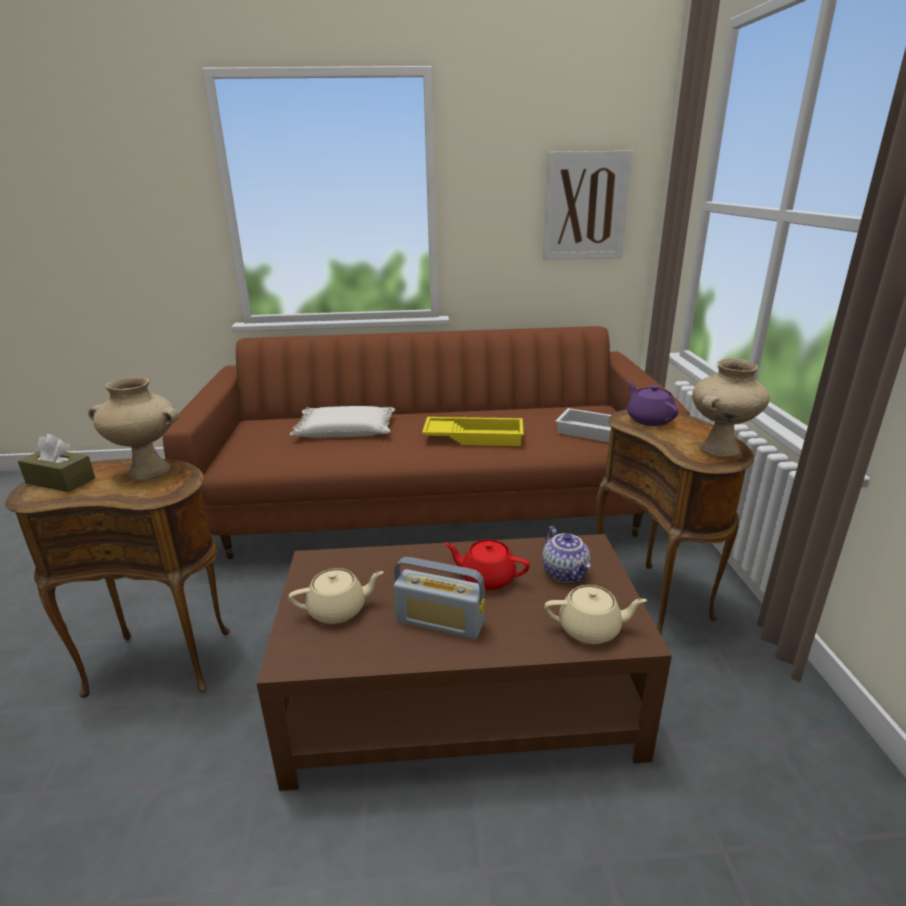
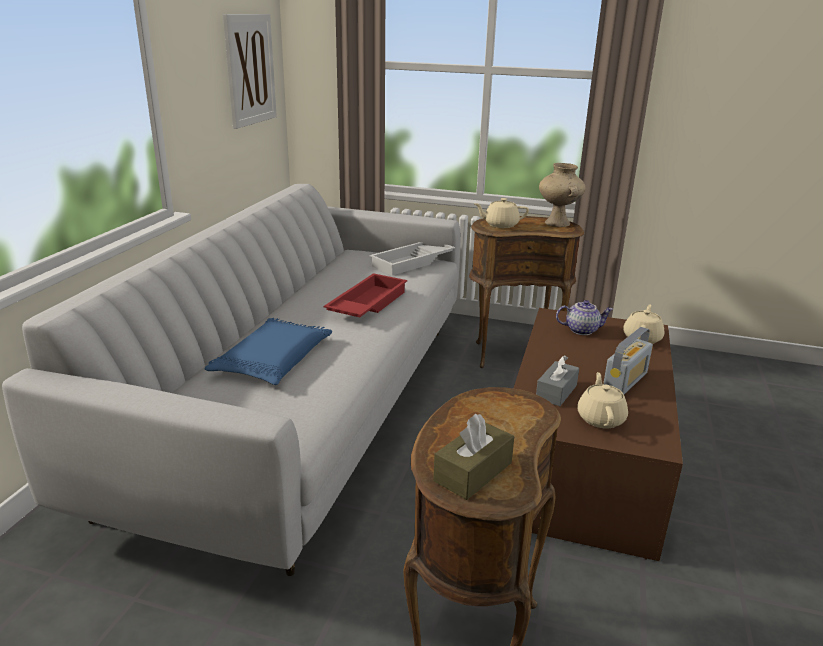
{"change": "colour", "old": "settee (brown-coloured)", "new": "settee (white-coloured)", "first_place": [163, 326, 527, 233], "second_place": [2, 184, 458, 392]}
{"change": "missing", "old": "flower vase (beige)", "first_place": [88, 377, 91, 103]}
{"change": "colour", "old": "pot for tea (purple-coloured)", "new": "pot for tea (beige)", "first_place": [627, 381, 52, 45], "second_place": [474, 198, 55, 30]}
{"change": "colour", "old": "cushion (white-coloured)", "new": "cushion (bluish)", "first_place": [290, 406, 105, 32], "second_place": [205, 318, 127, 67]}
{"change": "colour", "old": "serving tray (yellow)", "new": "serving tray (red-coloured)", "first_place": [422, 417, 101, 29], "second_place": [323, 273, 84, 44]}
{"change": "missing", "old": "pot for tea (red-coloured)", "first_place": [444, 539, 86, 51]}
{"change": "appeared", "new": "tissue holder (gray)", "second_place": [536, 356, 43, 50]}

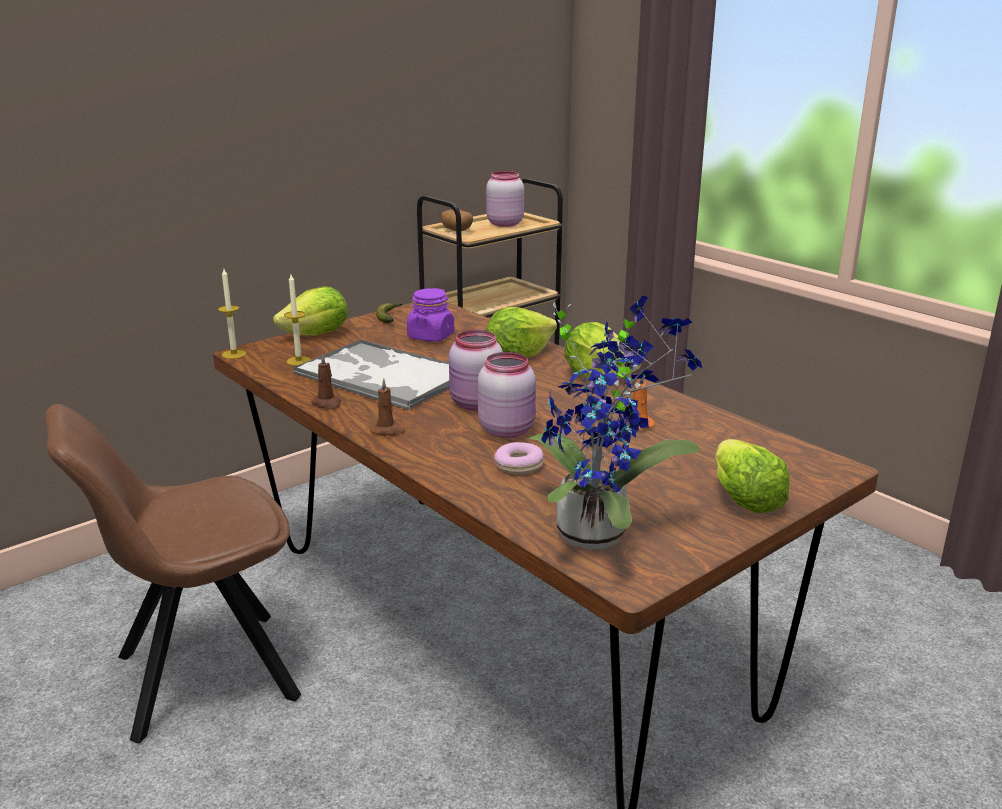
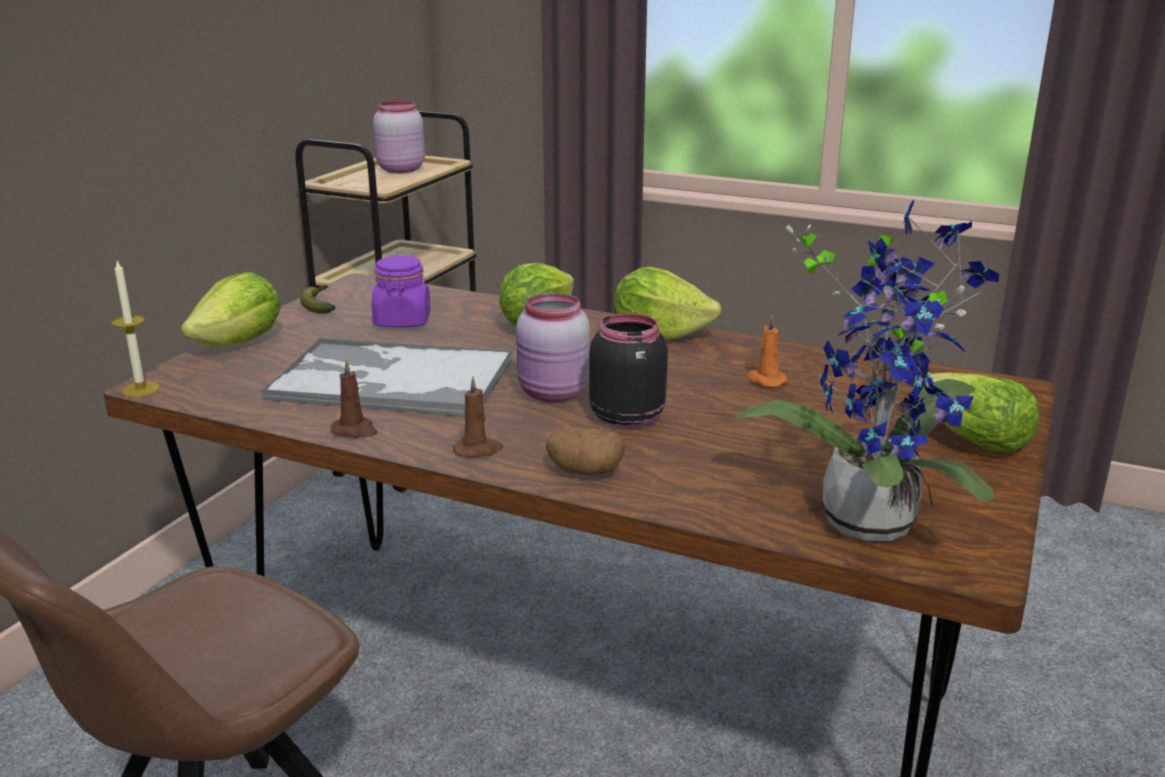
{"change": "relocated", "old": "potato", "first_place": [441, 210, 32, 21], "second_place": [546, 428, 79, 47]}
{"change": "missing", "old": "candle", "first_place": [284, 275, 27, 91]}
{"change": "colour", "old": "preserve jar (pink)", "new": "preserve jar (black-coloured)", "first_place": [478, 352, 58, 86], "second_place": [589, 313, 79, 116]}
{"change": "missing", "old": "ring doughnut", "first_place": [494, 442, 49, 32]}

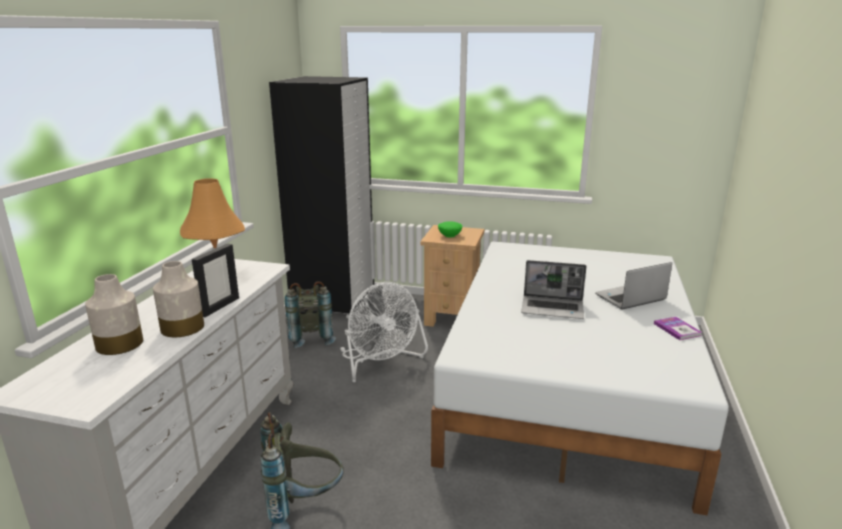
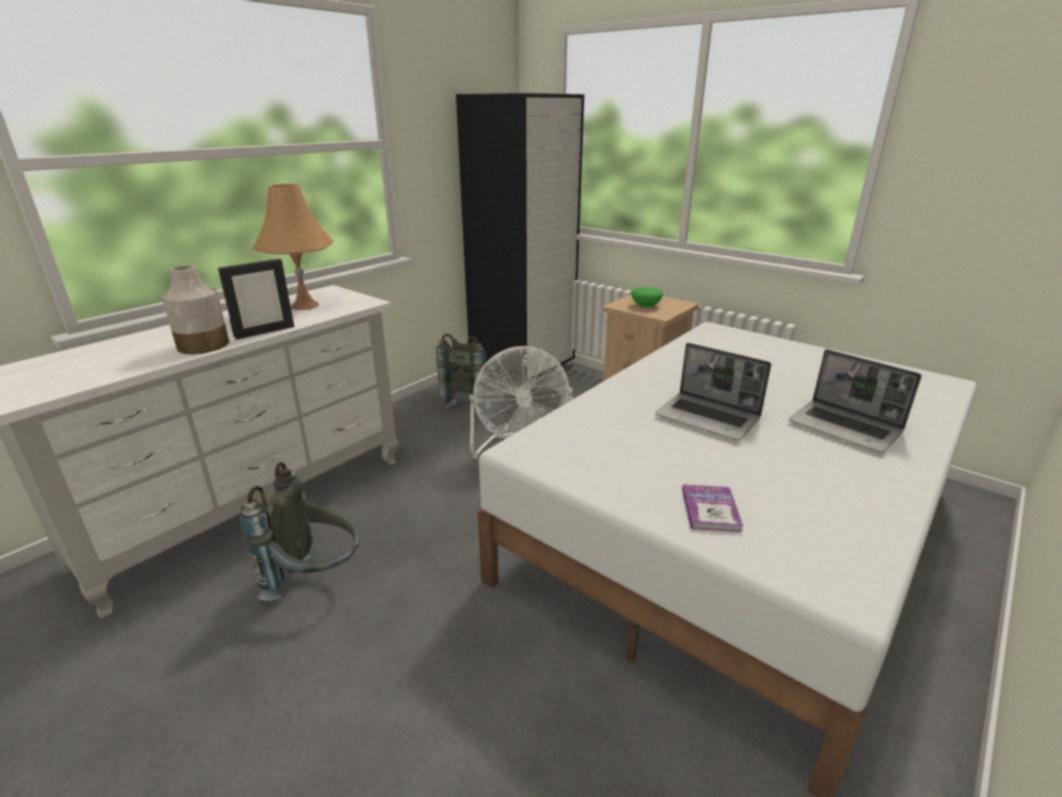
{"change": "spun", "old": "notebook computer", "first_place": [595, 262, 77, 47], "second_place": [788, 349, 134, 104], "degrees": -135}
{"change": "missing", "old": "flower vase (beige)", "first_place": [85, 274, 58, 81]}
{"change": "relocated", "old": "book", "first_place": [654, 317, 48, 23], "second_place": [682, 484, 62, 48]}

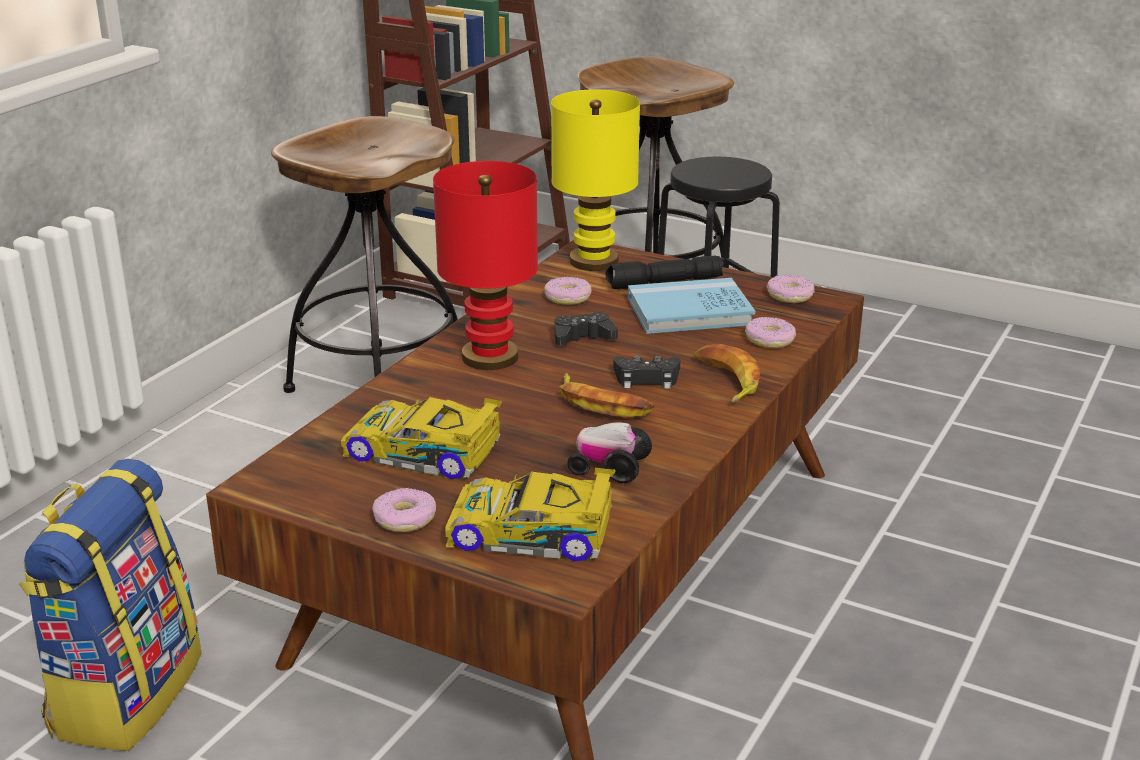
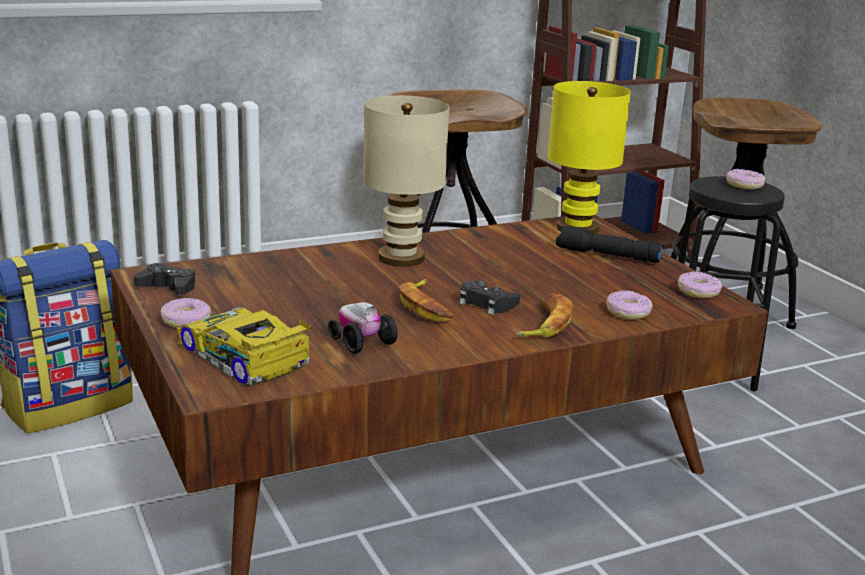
{"change": "colour", "old": "tabletop lamp (red-coloured)", "new": "tabletop lamp (beige)", "first_place": [433, 161, 105, 209], "second_place": [363, 96, 86, 171]}
{"change": "relocated", "old": "ring doughnut", "first_place": [544, 277, 47, 28], "second_place": [726, 169, 40, 20]}
{"change": "missing", "old": "book (bluish)", "first_place": [628, 278, 127, 56]}
{"change": "relocated", "old": "game controller (black-coloured)", "first_place": [554, 312, 64, 33], "second_place": [134, 263, 62, 32]}
{"change": "missing", "old": "miniature car", "first_place": [341, 397, 161, 84]}

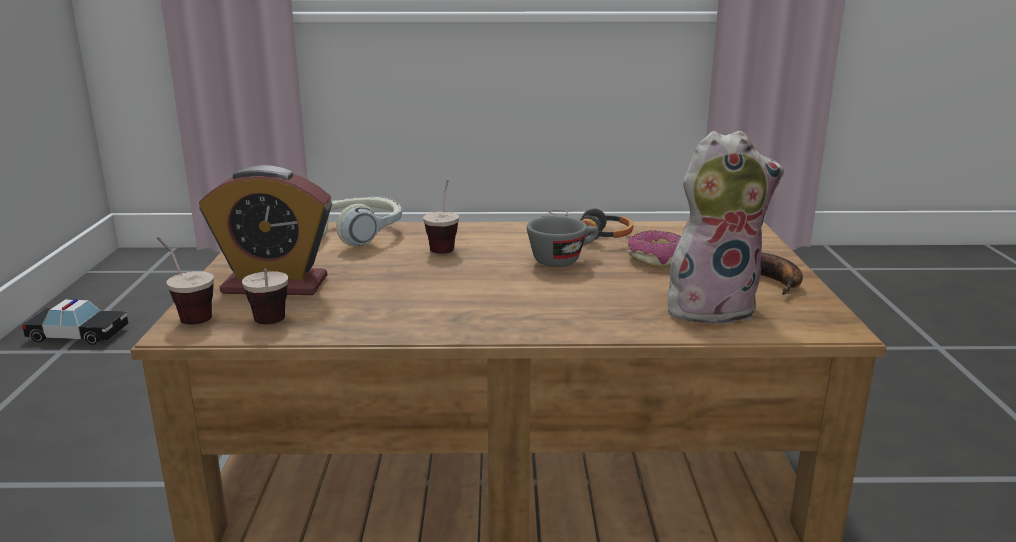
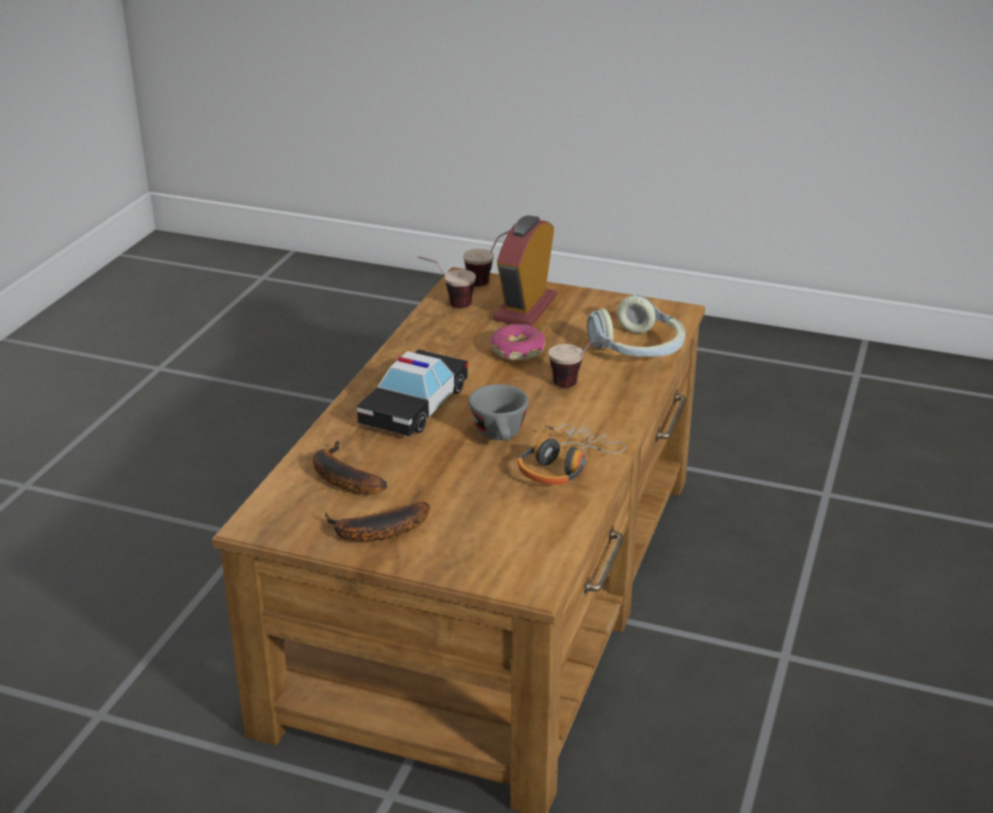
{"change": "exchanged", "old": "soft toy", "new": "banana fruit", "first_place": [667, 131, 117, 195], "second_place": [313, 441, 74, 53]}
{"change": "relocated", "old": "ring doughnut", "first_place": [627, 230, 54, 37], "second_place": [490, 324, 55, 37]}
{"change": "relocated", "old": "miniature car", "first_place": [22, 299, 107, 46], "second_place": [357, 349, 111, 88]}

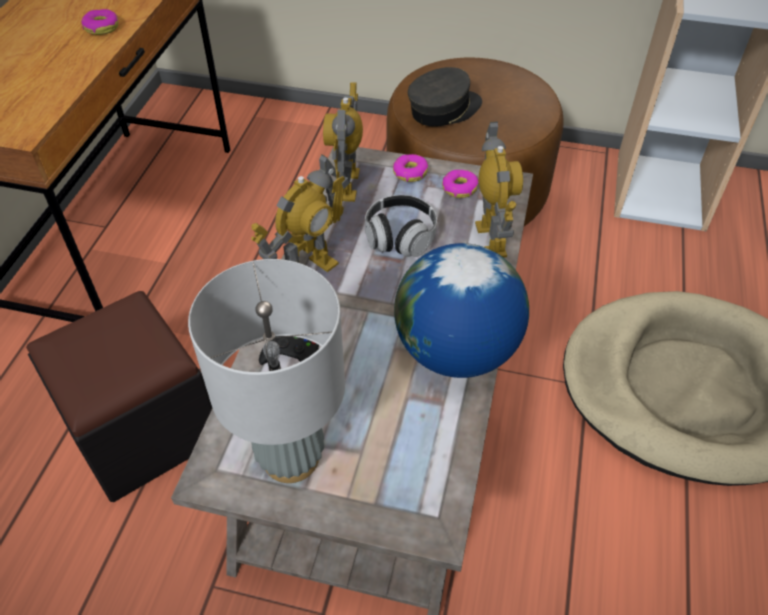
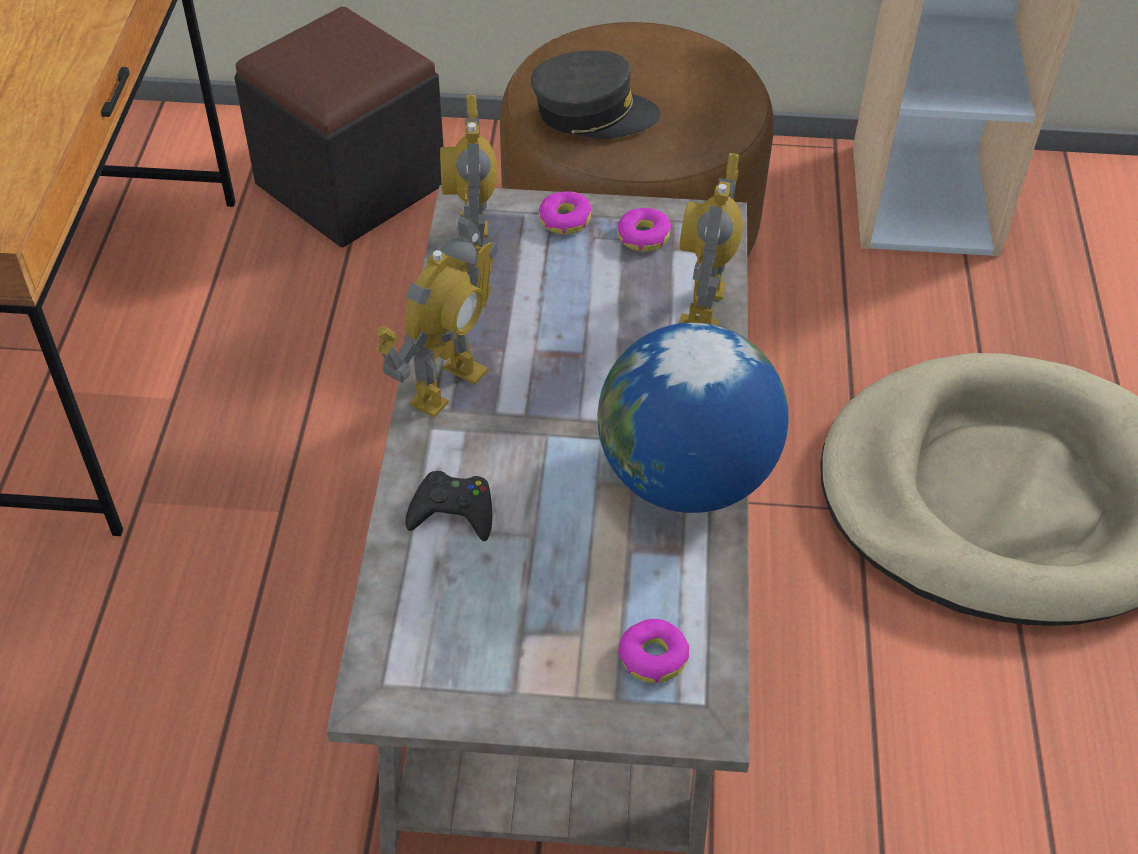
{"change": "relocated", "old": "ring doughnut", "first_place": [81, 9, 38, 26], "second_place": [618, 619, 71, 64]}
{"change": "spun", "old": "cap (gray)", "first_place": [408, 67, 74, 59], "second_place": [531, 50, 129, 89], "degrees": 45}
{"change": "spun", "old": "toy robot", "first_place": [475, 121, 48, 137], "second_place": [679, 153, 64, 173], "degrees": -150}
{"change": "missing", "old": "headset", "first_place": [365, 195, 72, 62]}
{"change": "missing", "old": "tabletop lamp (gray)", "first_place": [188, 259, 157, 224]}
{"change": "relocated", "old": "pouffe (black-coloured)", "first_place": [26, 291, 186, 211], "second_place": [234, 7, 210, 241]}

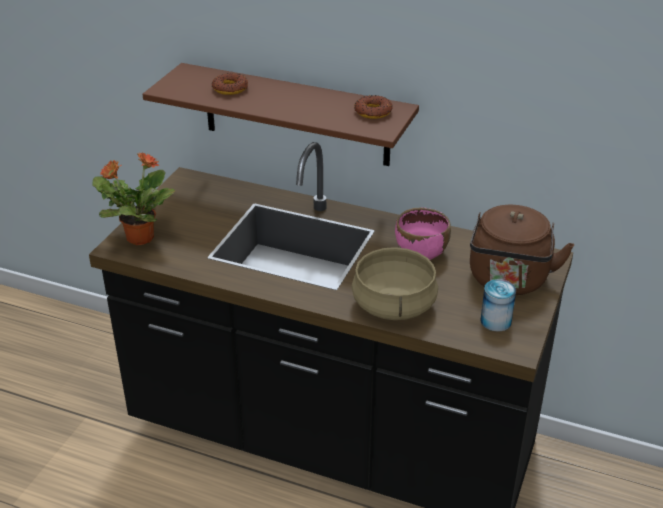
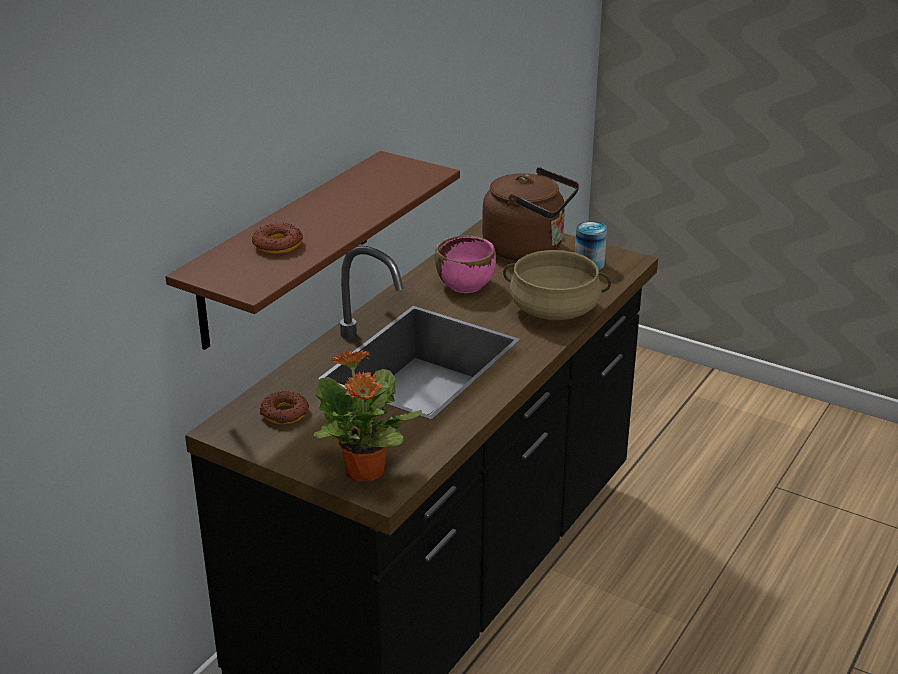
{"change": "relocated", "old": "ring doughnut", "first_place": [354, 95, 38, 24], "second_place": [260, 391, 49, 33]}

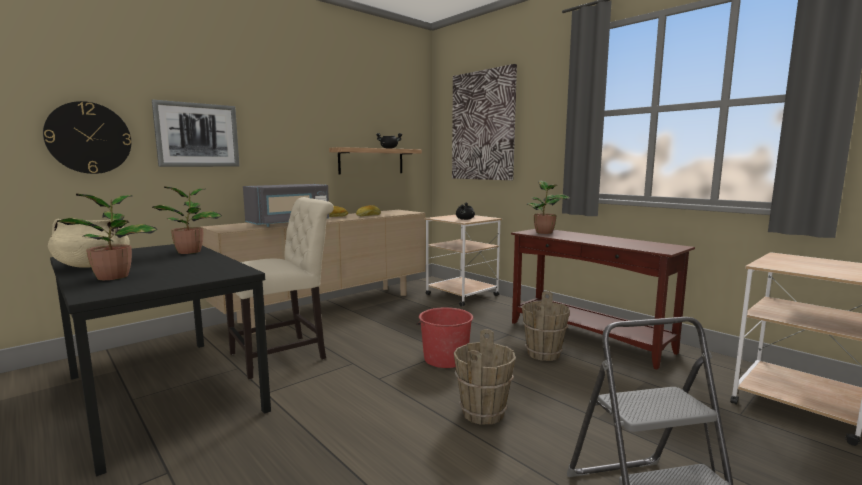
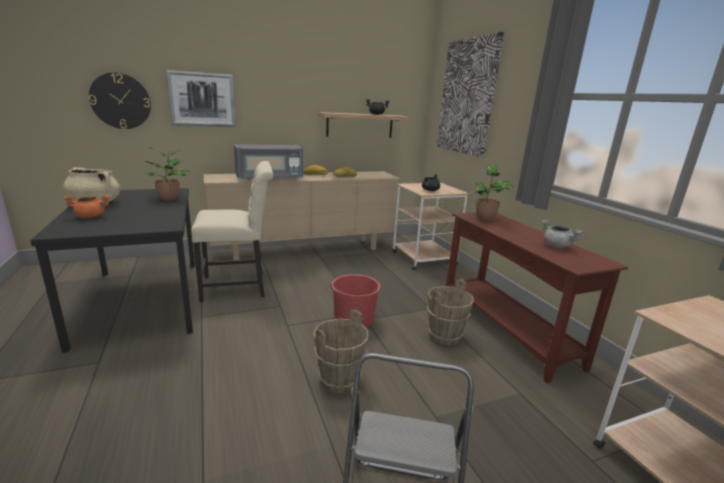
{"change": "exchanged", "old": "plant in a pot", "new": "cooking pot (orangey)", "first_place": [57, 194, 100, 86], "second_place": [63, 195, 47, 23]}
{"change": "appeared", "new": "cooking pot (gray)", "second_place": [542, 220, 41, 28]}

